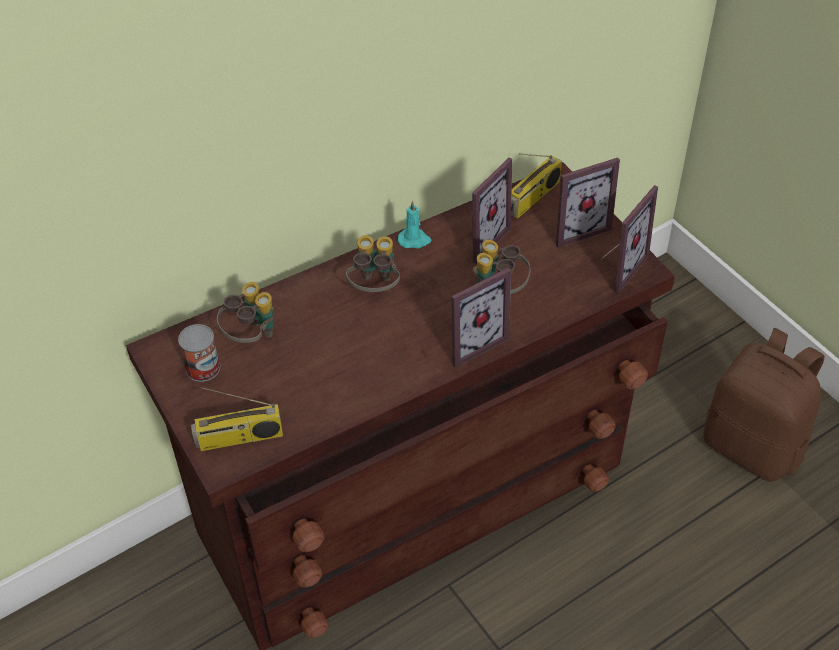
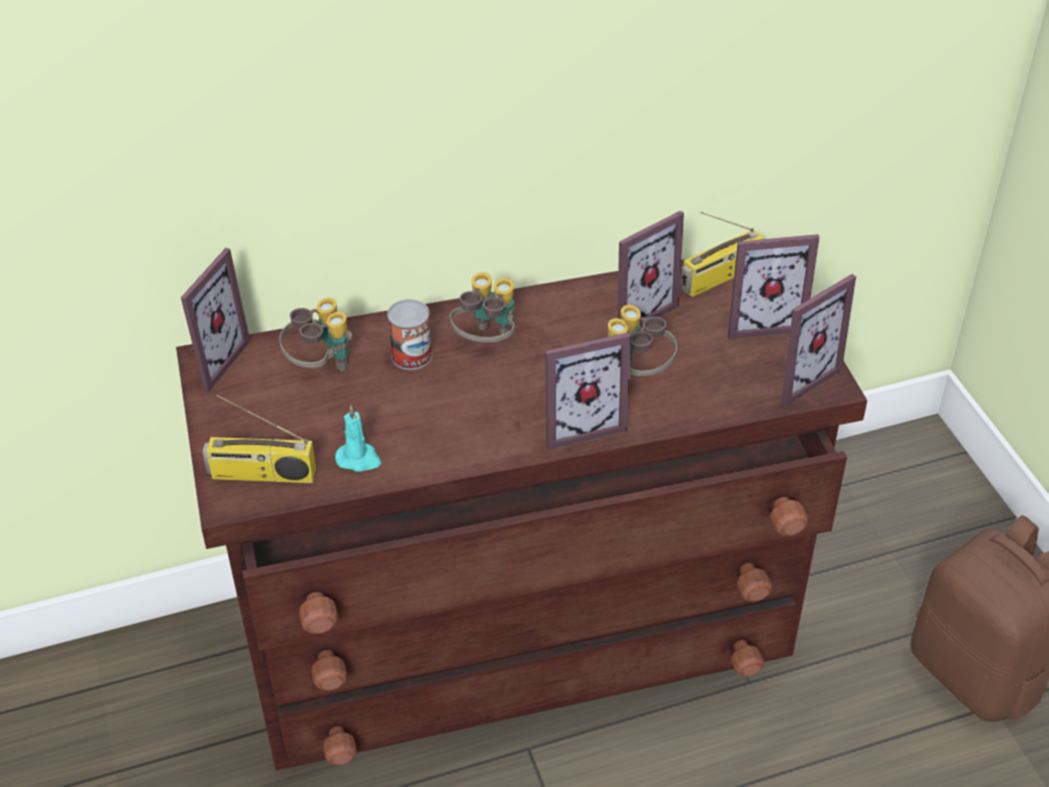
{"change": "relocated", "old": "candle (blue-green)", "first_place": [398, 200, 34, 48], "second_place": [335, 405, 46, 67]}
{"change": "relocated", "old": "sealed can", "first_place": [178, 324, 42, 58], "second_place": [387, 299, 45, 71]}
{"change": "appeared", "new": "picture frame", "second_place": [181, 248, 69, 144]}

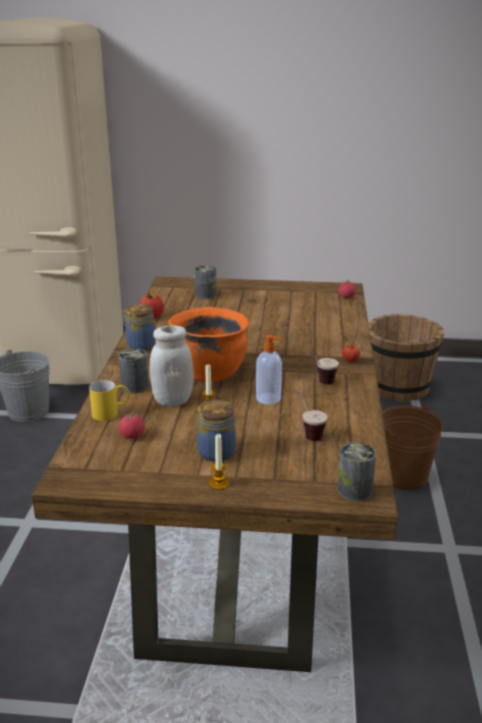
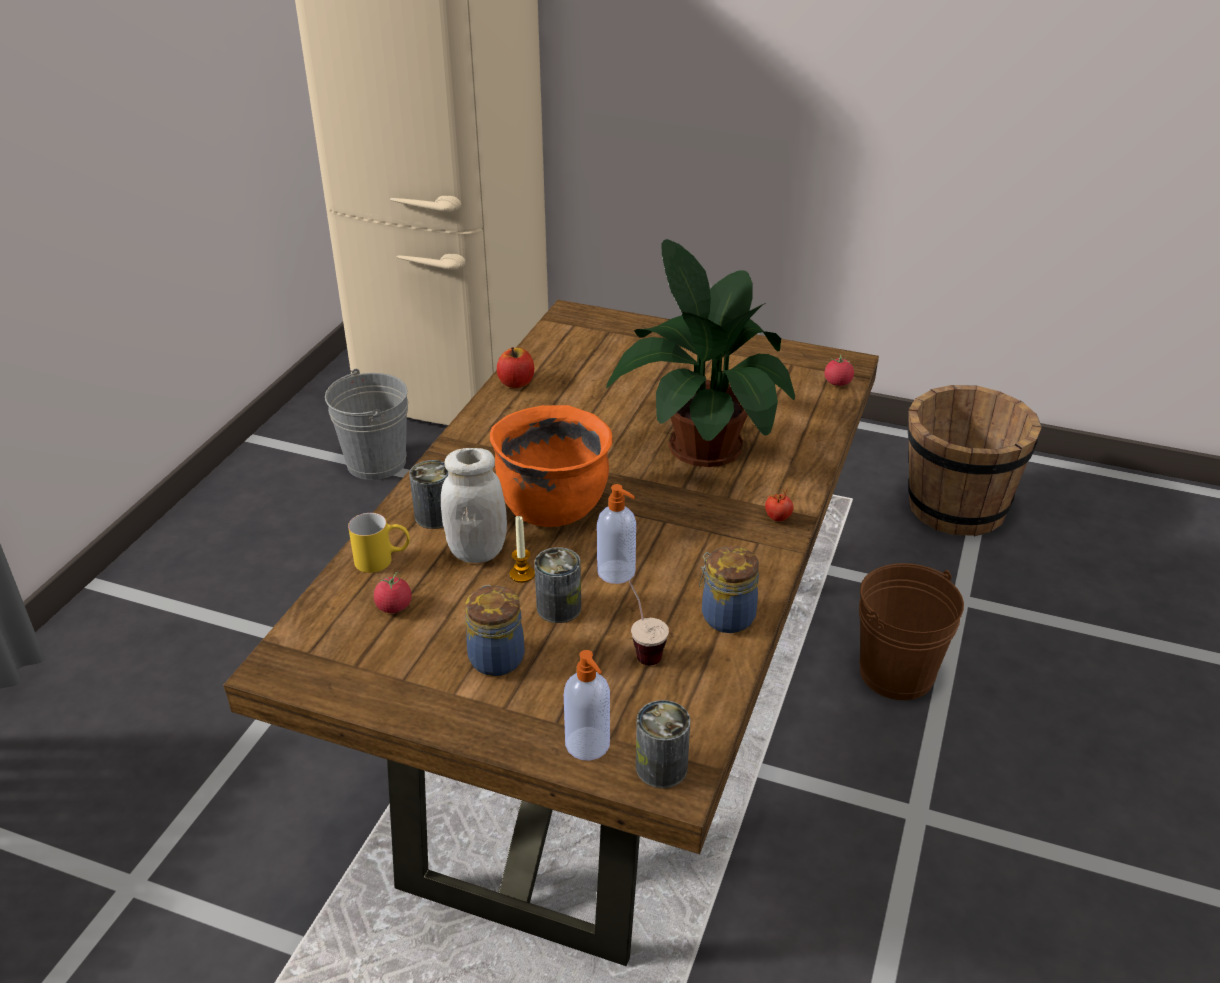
{"change": "relocated", "old": "sealed can", "first_place": [195, 265, 22, 34], "second_place": [534, 547, 47, 76]}
{"change": "relocated", "old": "preserve jar", "first_place": [123, 304, 33, 46], "second_place": [699, 546, 60, 87]}
{"change": "missing", "old": "small cup", "first_place": [304, 355, 35, 30]}
{"change": "missing", "old": "candle", "first_place": [209, 434, 20, 56]}
{"change": "appeared", "new": "plant in a pot", "second_place": [606, 239, 189, 228]}
{"change": "appeared", "new": "soap dispenser", "second_place": [564, 650, 46, 111]}

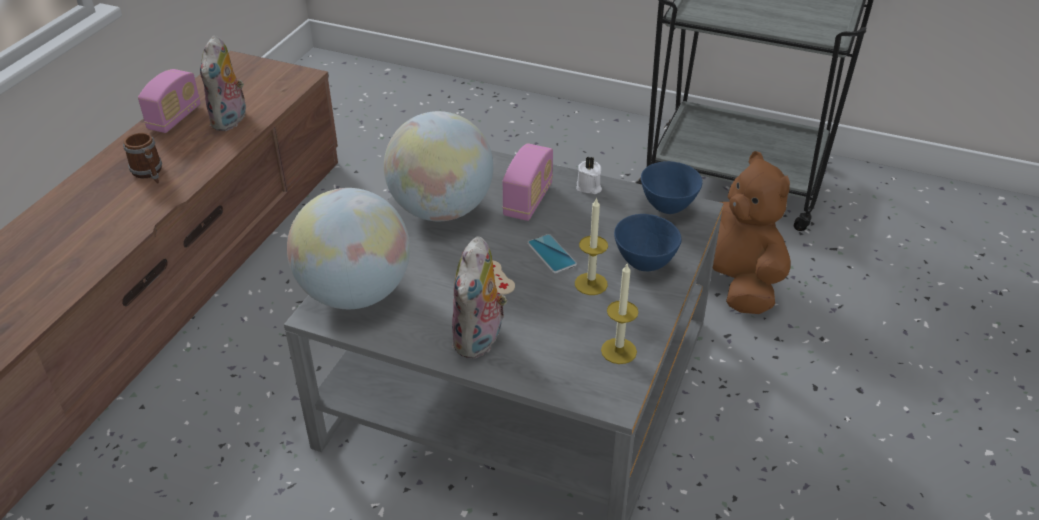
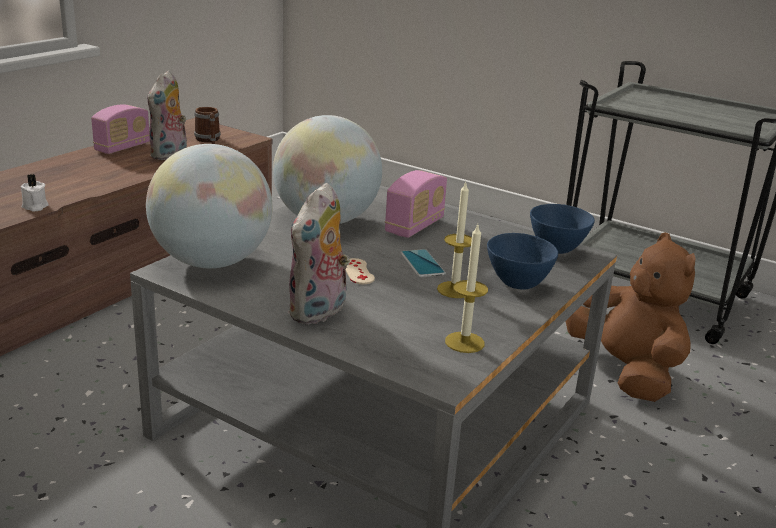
{"change": "relocated", "old": "coffee mug", "first_place": [123, 132, 39, 51], "second_place": [194, 107, 27, 37]}
{"change": "relocated", "old": "candle (white-coloured)", "first_place": [576, 156, 26, 38], "second_place": [21, 174, 28, 37]}

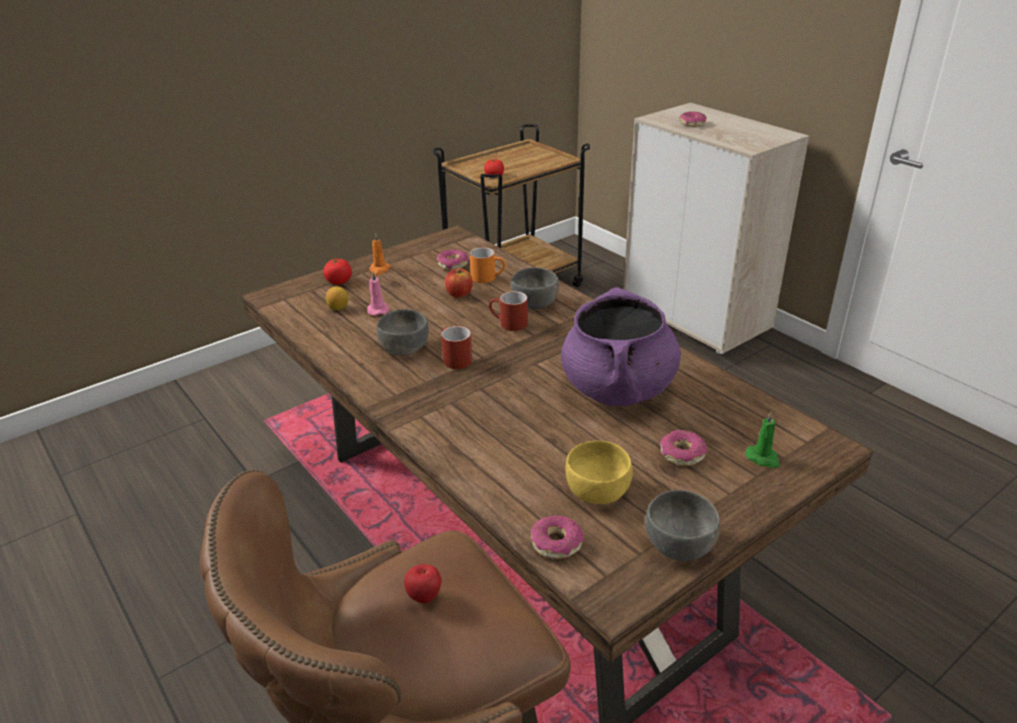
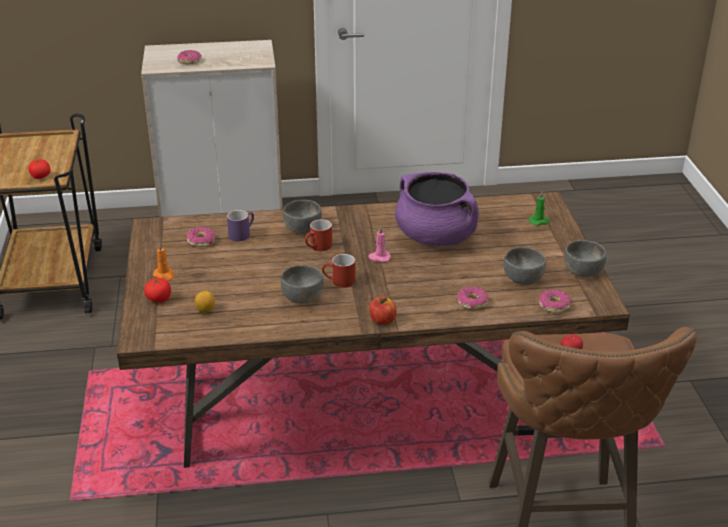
{"change": "colour", "old": "coffee mug (orangey)", "new": "coffee mug (purple-coloured)", "first_place": [470, 247, 36, 36], "second_place": [227, 210, 27, 31]}
{"change": "relocated", "old": "apple fruit", "first_place": [445, 268, 28, 30], "second_place": [369, 297, 28, 28]}
{"change": "relocated", "old": "candle (pink)", "first_place": [367, 271, 23, 45], "second_place": [368, 226, 23, 36]}
{"change": "relocated", "old": "ring doughnut", "first_place": [660, 430, 47, 36], "second_place": [456, 286, 32, 23]}
{"change": "colour", "old": "serving bowl (yellow)", "new": "serving bowl (gray)", "first_place": [565, 441, 67, 63], "second_place": [504, 247, 42, 38]}

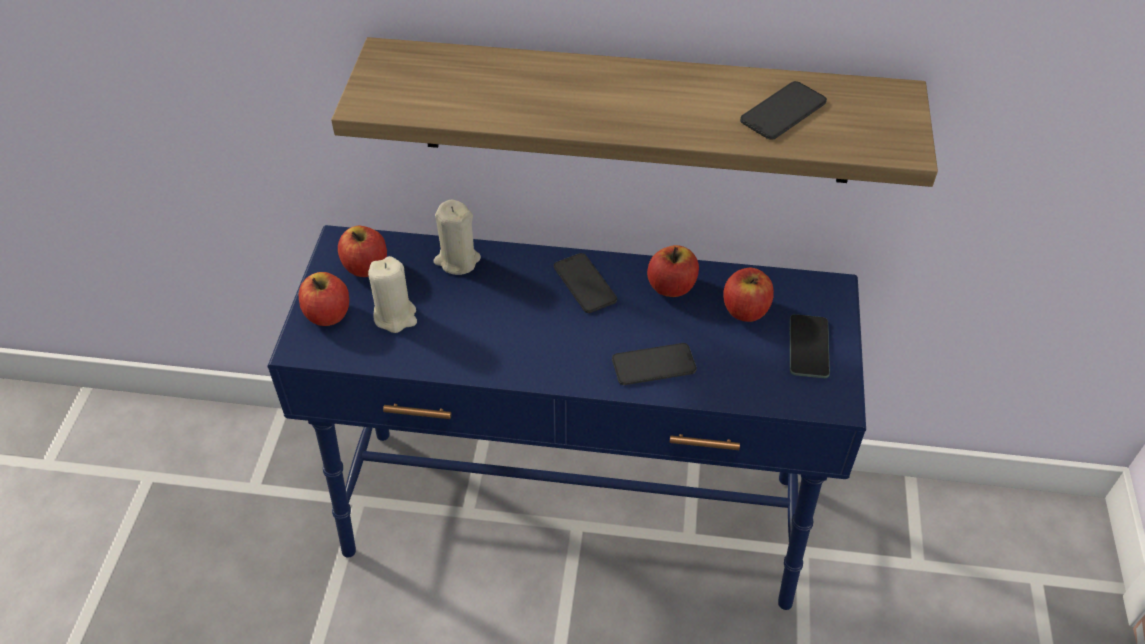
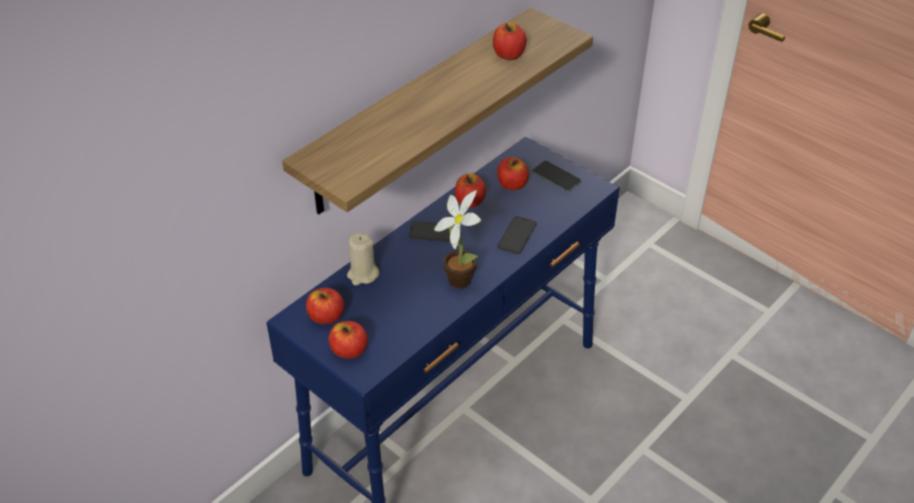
{"change": "exchanged", "old": "phone", "new": "apple fruit", "first_place": [740, 81, 87, 59], "second_place": [493, 23, 34, 37]}
{"change": "missing", "old": "candle (beige)", "first_place": [368, 256, 49, 77]}
{"change": "appeared", "new": "plant in a pot", "second_place": [434, 190, 47, 99]}

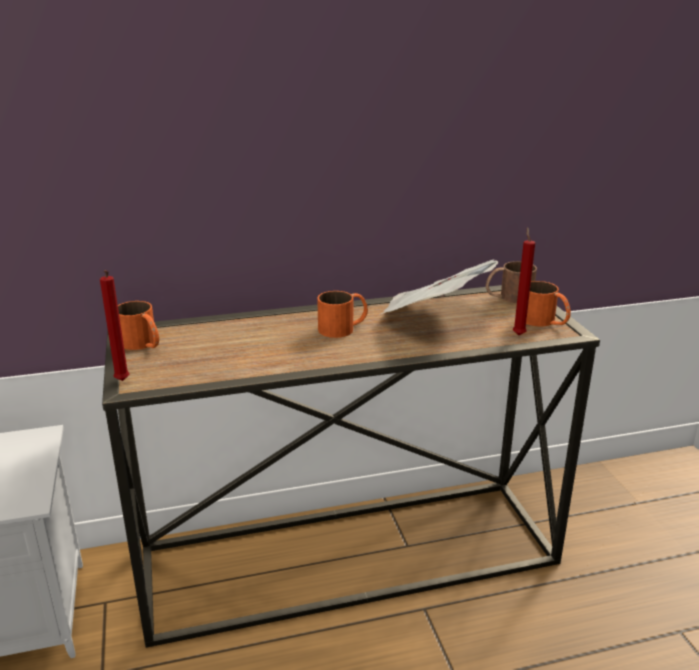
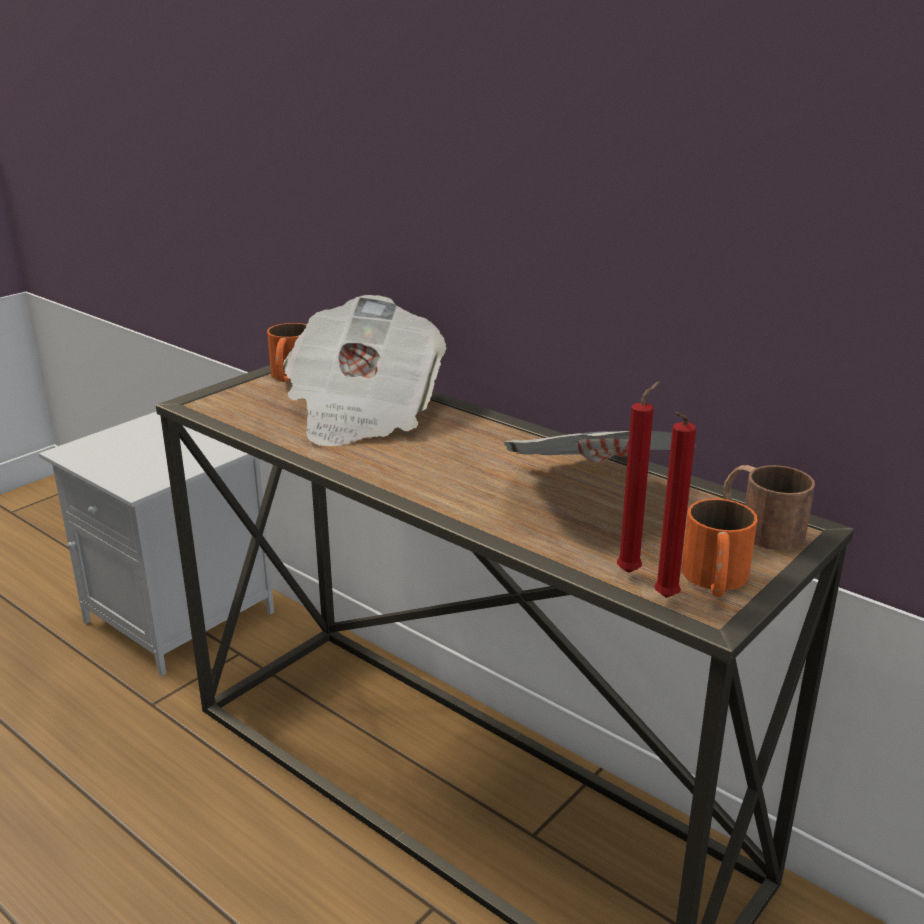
{"change": "relocated", "old": "candle (red-coloured)", "first_place": [100, 270, 29, 111], "second_place": [654, 412, 42, 186]}
{"change": "missing", "old": "coffee mug (orangey)", "first_place": [317, 291, 51, 47]}
{"change": "appeared", "new": "daily paper", "second_place": [283, 295, 164, 151]}

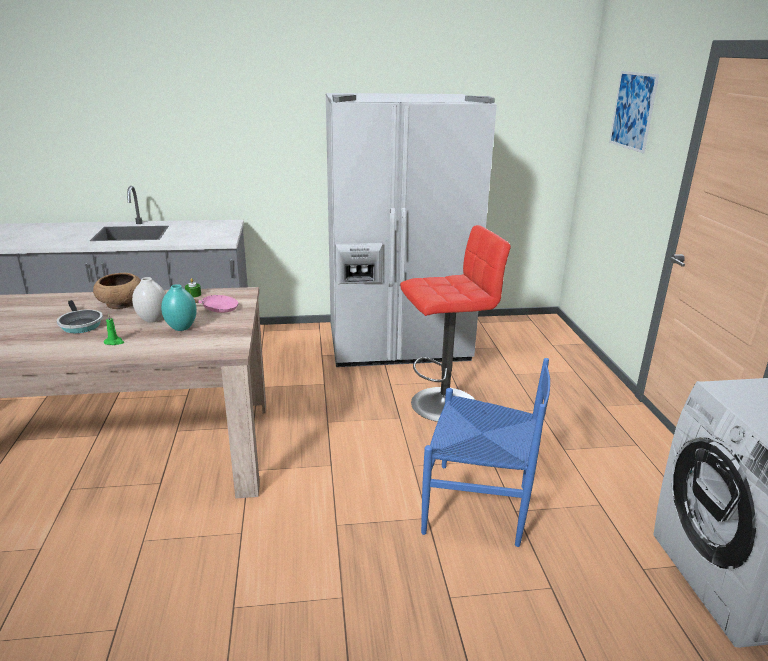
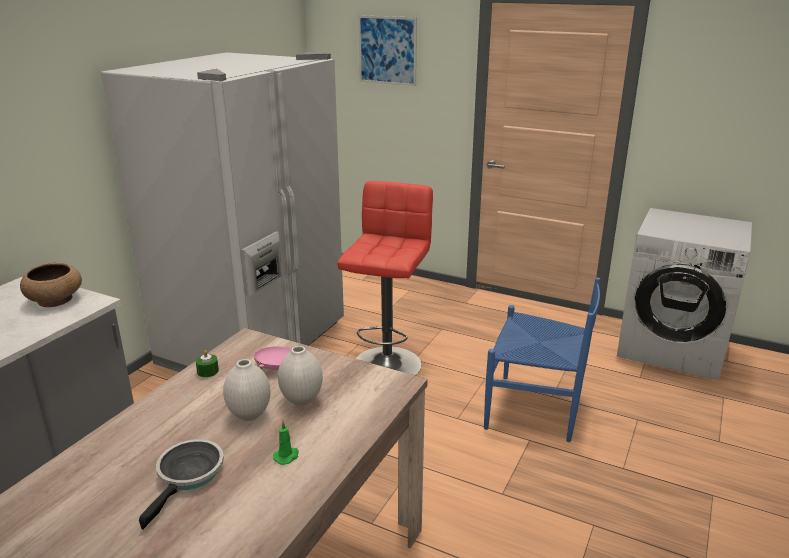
{"change": "relocated", "old": "serving bowl (brown-coloured)", "first_place": [93, 273, 48, 36], "second_place": [20, 263, 62, 44]}
{"change": "colour", "old": "flower vase (blue-green)", "new": "flower vase (white-coloured)", "first_place": [161, 284, 36, 47], "second_place": [278, 346, 45, 60]}
{"change": "spun", "old": "pan", "first_place": [57, 300, 46, 33], "second_place": [139, 439, 85, 91], "degrees": -75}
{"change": "spun", "old": "chair (bluish)", "first_place": [421, 358, 129, 189], "second_place": [484, 278, 116, 164], "degrees": 60}

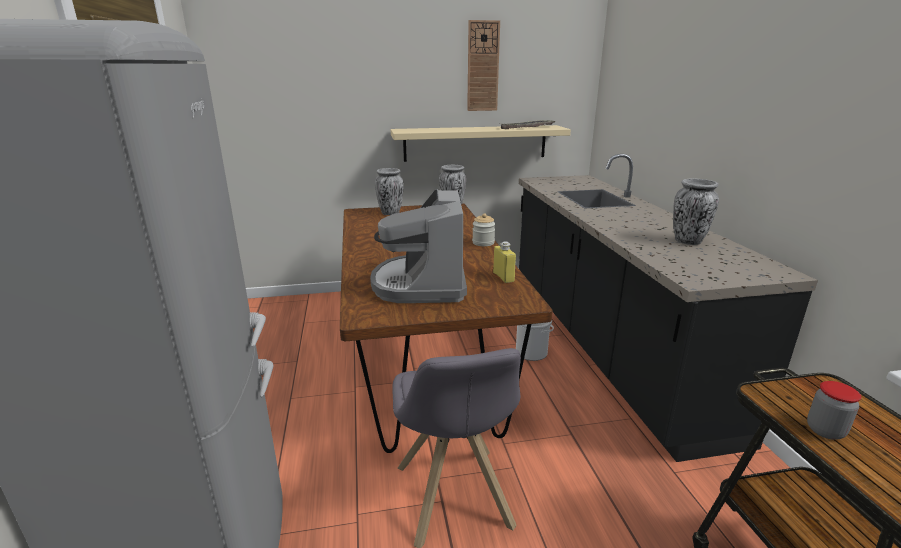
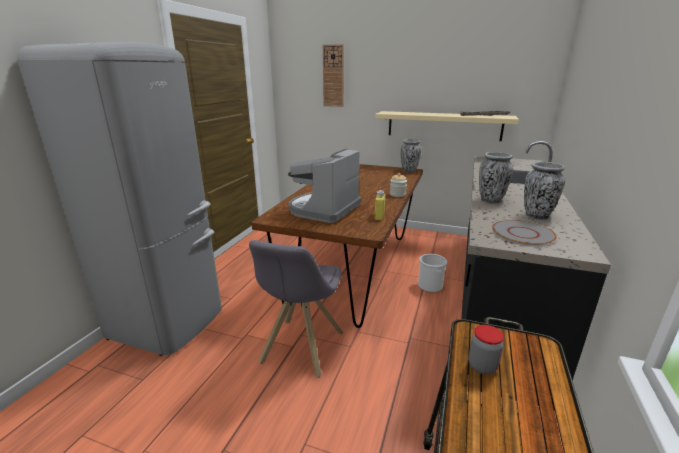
{"change": "relocated", "old": "wall clock", "first_place": [467, 20, 33, 91], "second_place": [323, 44, 21, 63]}
{"change": "relocated", "old": "flower vase", "first_place": [375, 168, 29, 47], "second_place": [479, 152, 34, 51]}
{"change": "appeared", "new": "flat dish (gray)", "second_place": [492, 220, 65, 26]}

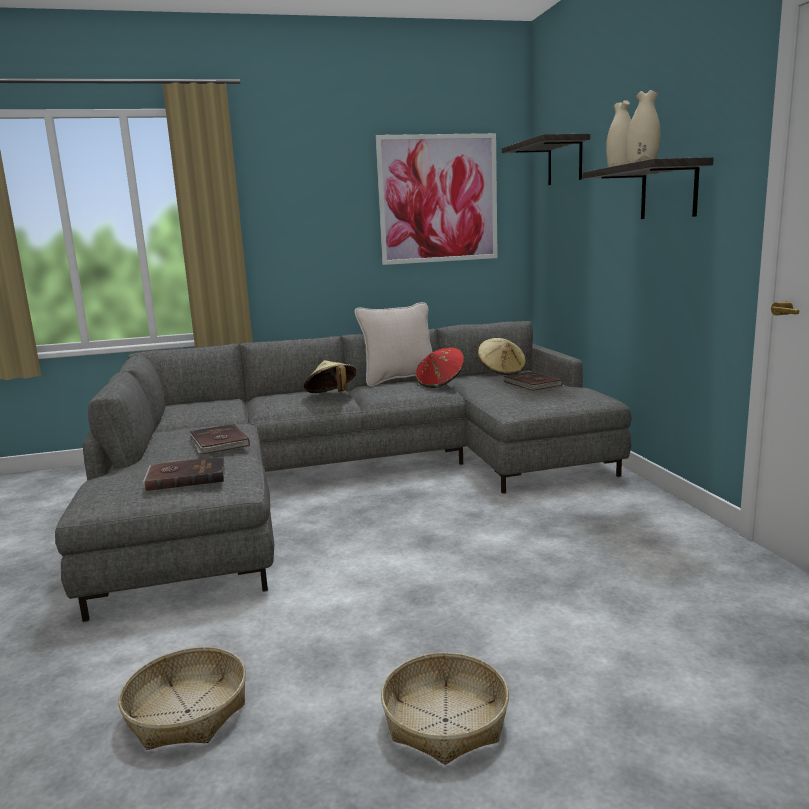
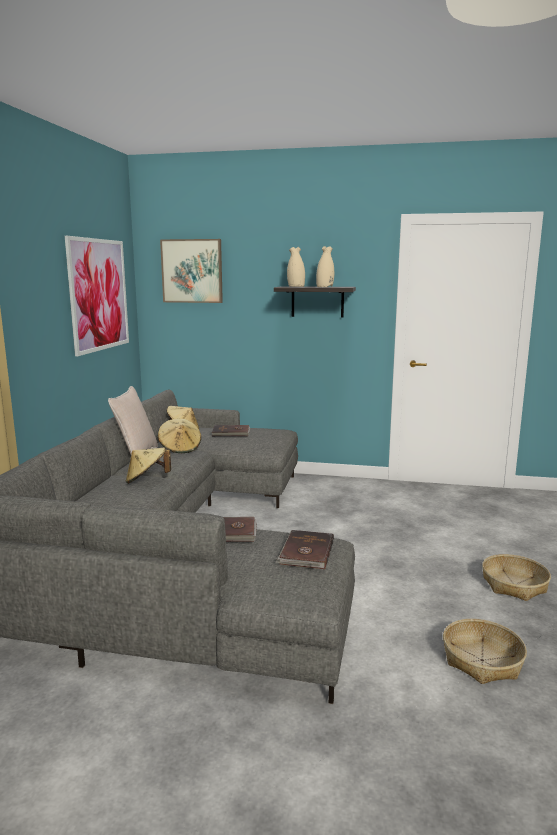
{"change": "exchanged", "old": "wall shelf", "new": "wall art", "first_place": [502, 134, 88, 51], "second_place": [160, 239, 63, 64]}
{"change": "colour", "old": "wearable hat (red-coloured)", "new": "wearable hat (beige)", "first_place": [416, 348, 48, 40], "second_place": [158, 418, 43, 35]}

